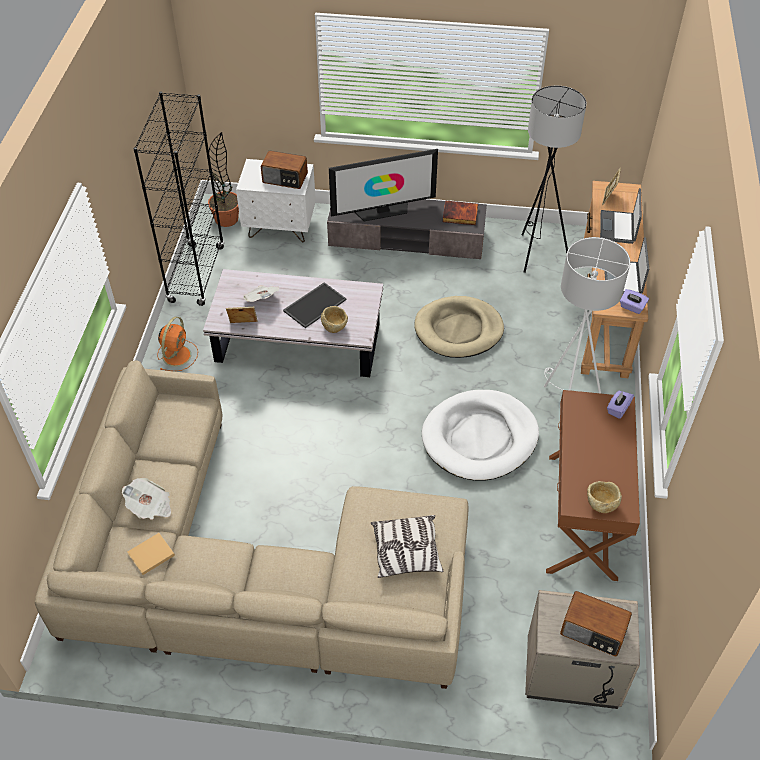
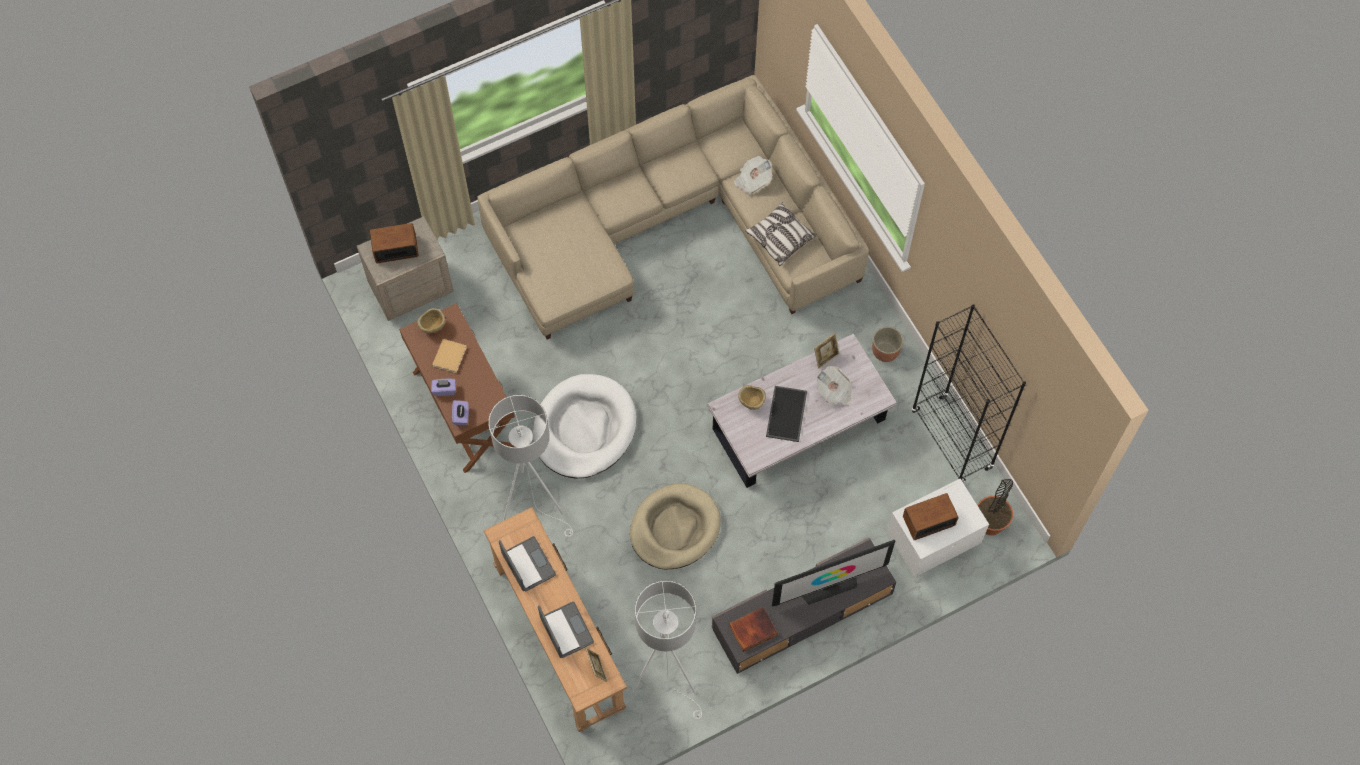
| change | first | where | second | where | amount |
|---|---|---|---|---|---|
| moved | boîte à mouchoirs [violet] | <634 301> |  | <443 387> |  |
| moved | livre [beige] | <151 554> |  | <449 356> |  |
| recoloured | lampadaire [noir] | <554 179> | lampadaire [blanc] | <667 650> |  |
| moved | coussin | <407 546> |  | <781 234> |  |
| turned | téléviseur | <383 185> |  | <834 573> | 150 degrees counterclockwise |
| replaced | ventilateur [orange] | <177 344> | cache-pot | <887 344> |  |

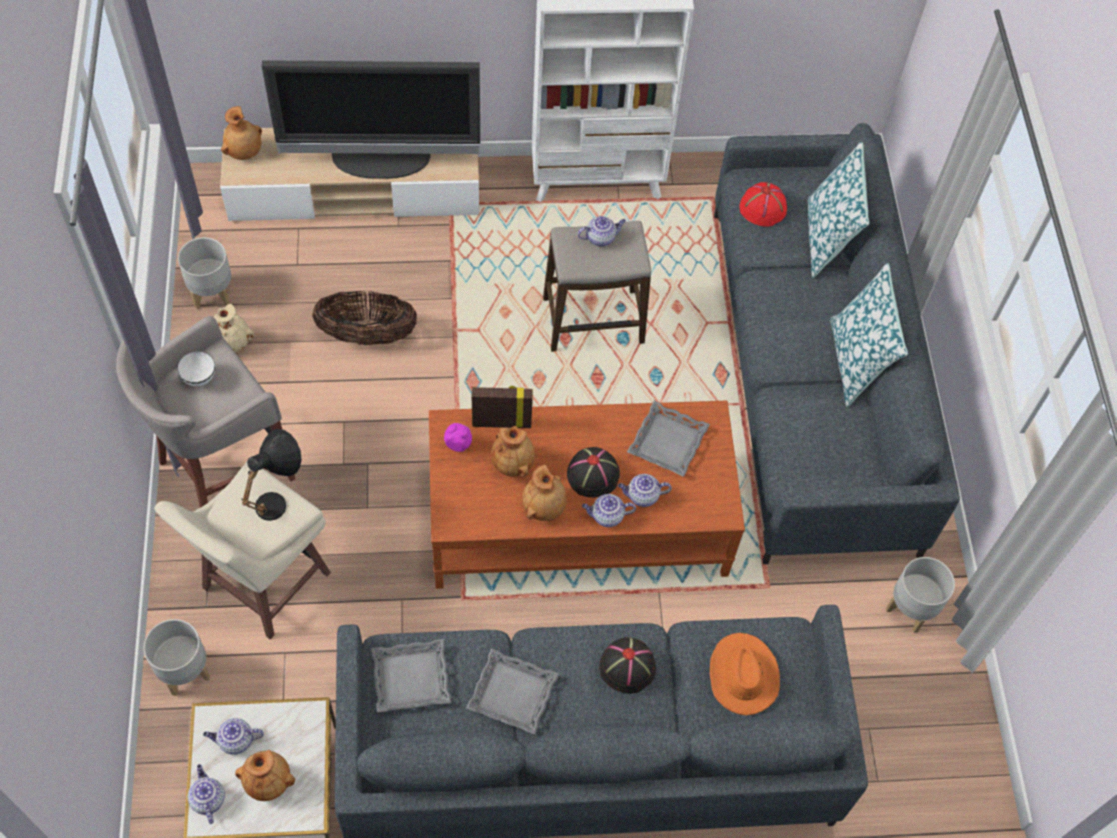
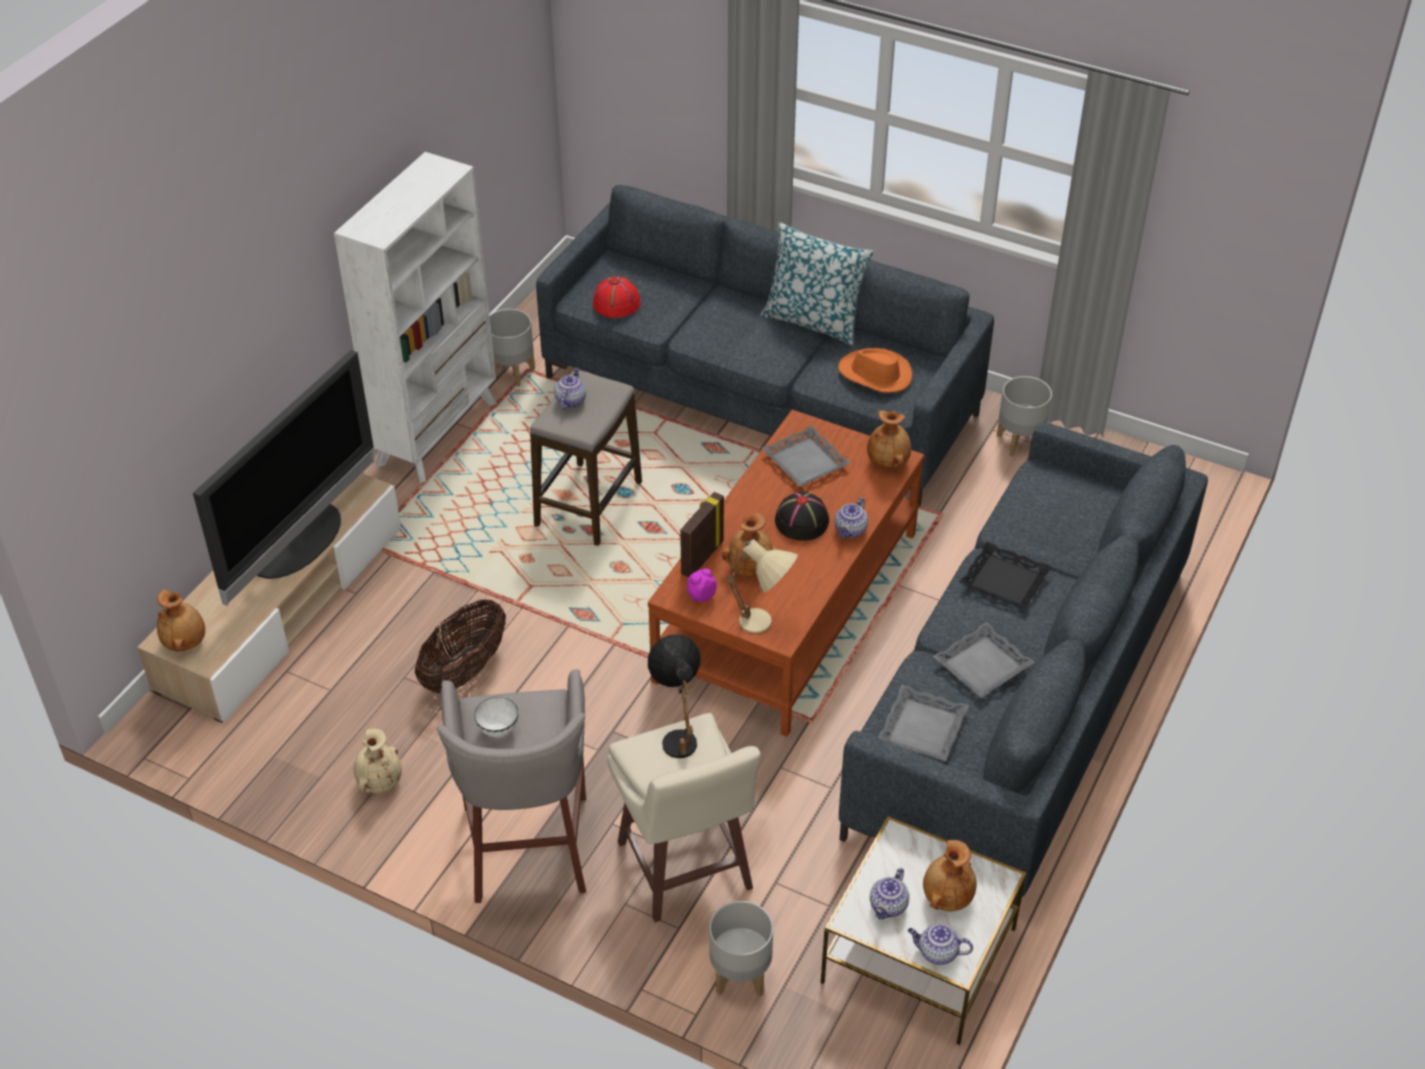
| change | first | where | second | where | amount |
|---|---|---|---|---|---|
| moved | cache-pot [gris] | <204 273> |  | <512 347> |  |
| added |  |  | lampe de table [beige] | <762 586> |  |
| moved | chapeau [orange] | <745 674> |  | <875 370> |  |
| moved | vase [marron] | <544 493> |  | <889 439> |  |
| replaced | chapeau [noir] | <627 665> | plateau [noir] | <1005 575> |  |
| removed | théière | <645 490> |  |  |  |
| removed | coussin | <838 210> |  |  |  |

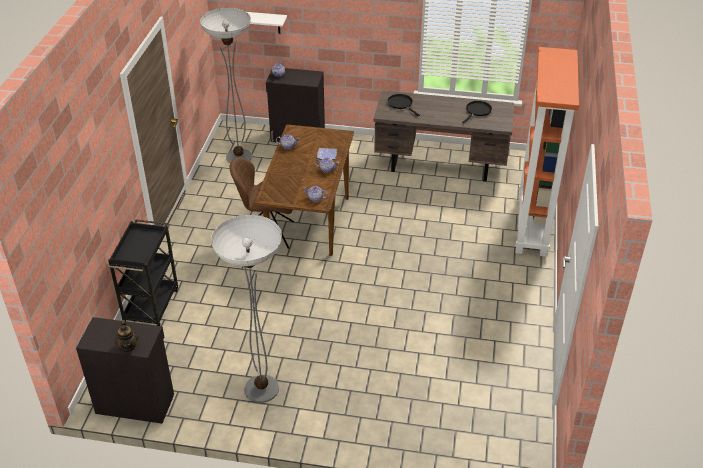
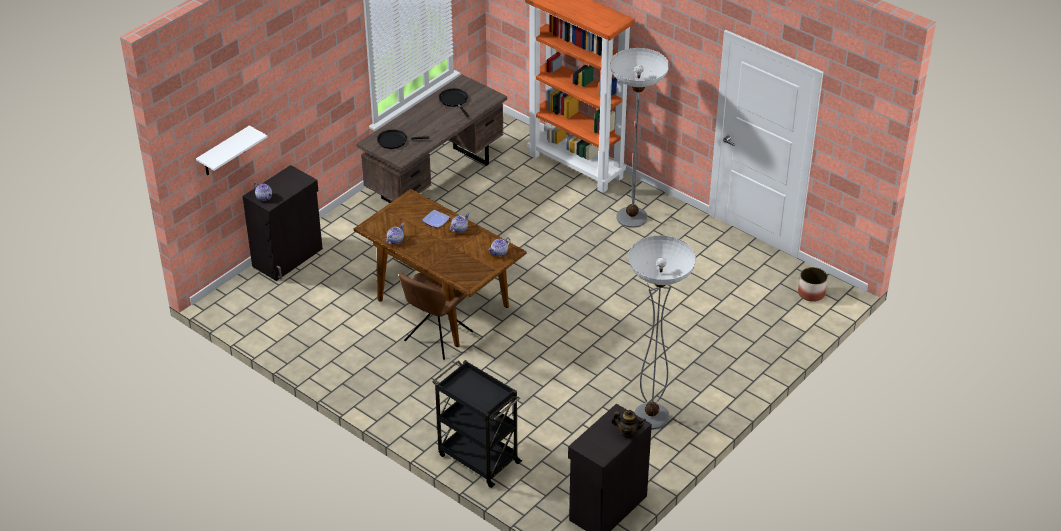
| change | first | where | second | where | amount |
|---|---|---|---|---|---|
| moved | lampadaire | <226 85> |  | <639 138> |  |
| added |  |  | cache-pot | <813 284> |  |

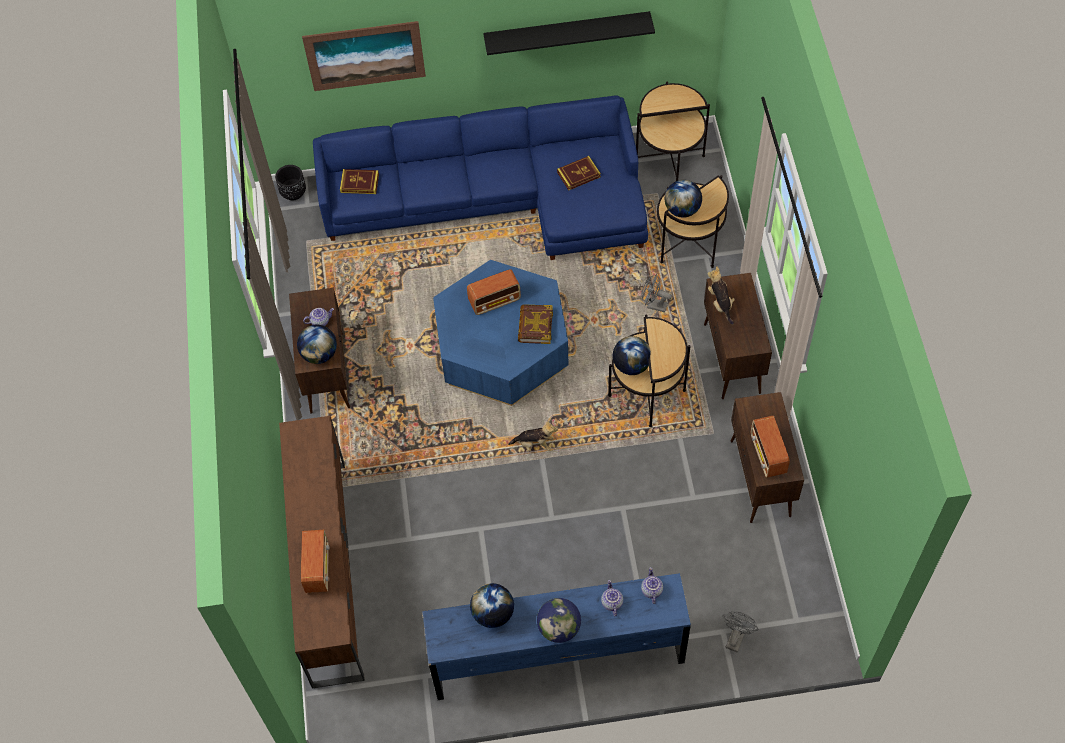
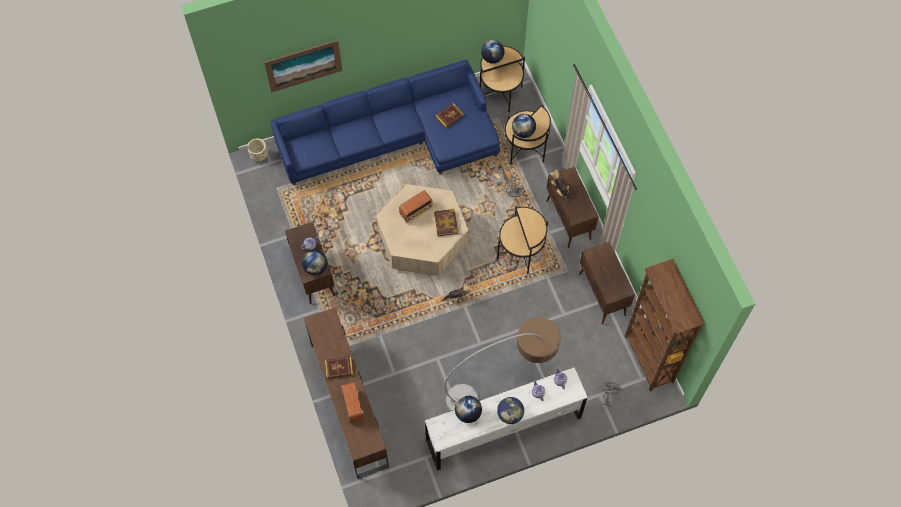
| change | first | where | second | where | amount |
|---|---|---|---|---|---|
| recoloured | cache-pot [noir] | <290 183> | cache-pot [beige] | <257 150> |  |
| moved | livre | <359 181> |  | <339 368> |  |
| recoloured | table basse [bleu] | <500 333> | table basse [beige] | <422 230> |  |
| recoloured | commode [bleu] | <556 636> | commode [blanc] | <506 419> |  |
| added |  |  | lampadaire | <503 364> |  |
| moved | globe | <632 355> |  | <493 52> |  |
| added |  |  | bibliothèque [marron] | <664 325> |  |
| removed | étagère [noir] | <569 33> |  |  |  |
| removed | radio | <770 447> |  |  |  |

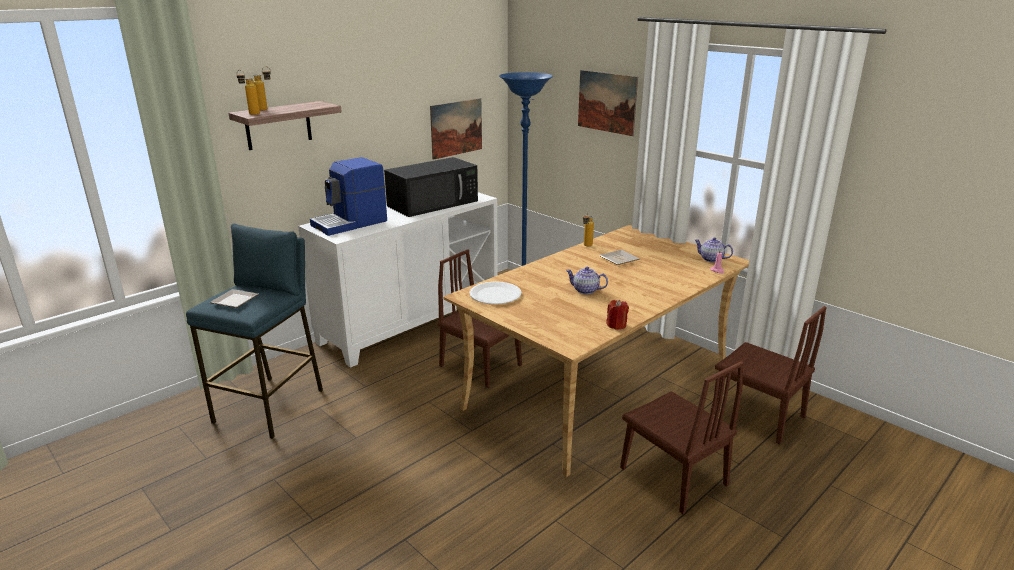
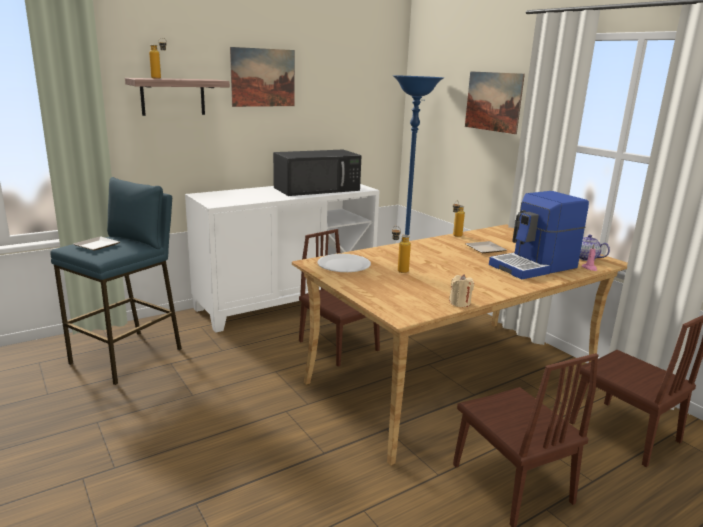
| change | first | where | second | where | amount |
|---|---|---|---|---|---|
| moved | tableau | <456 129> |  | <262 77> |  |
| moved | bouteille | <248 92> |  | <401 249> |  |
| recoloured | bougie [rouge] | <617 315> | bougie [beige] | <461 290> |  |
| moved | machine à café | <348 196> |  | <539 235> |  |
| removed | théière | <587 280> |  |  |  |

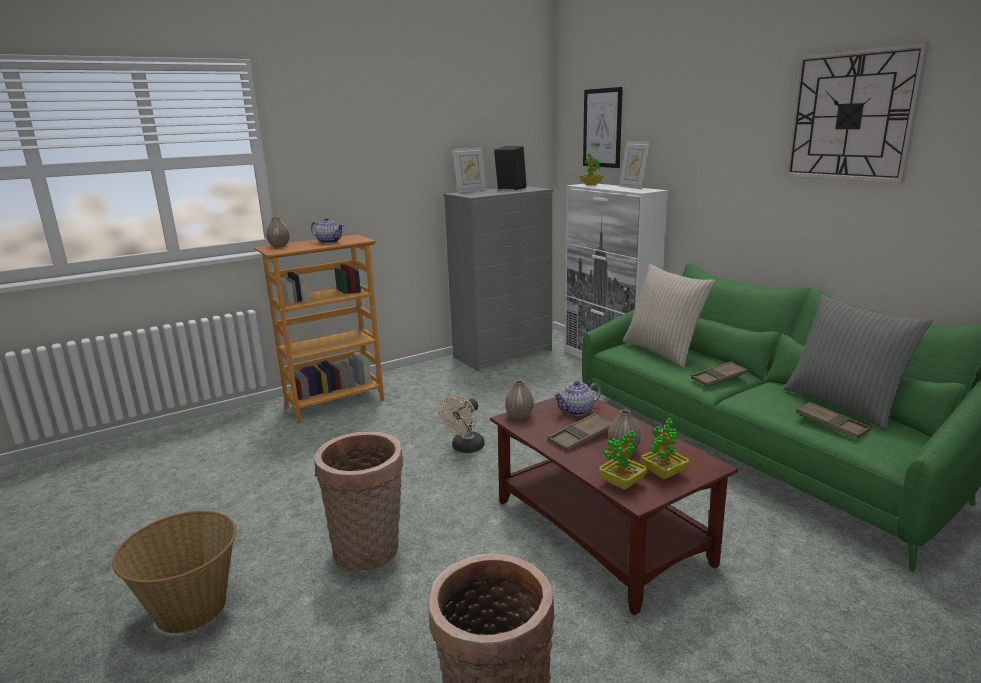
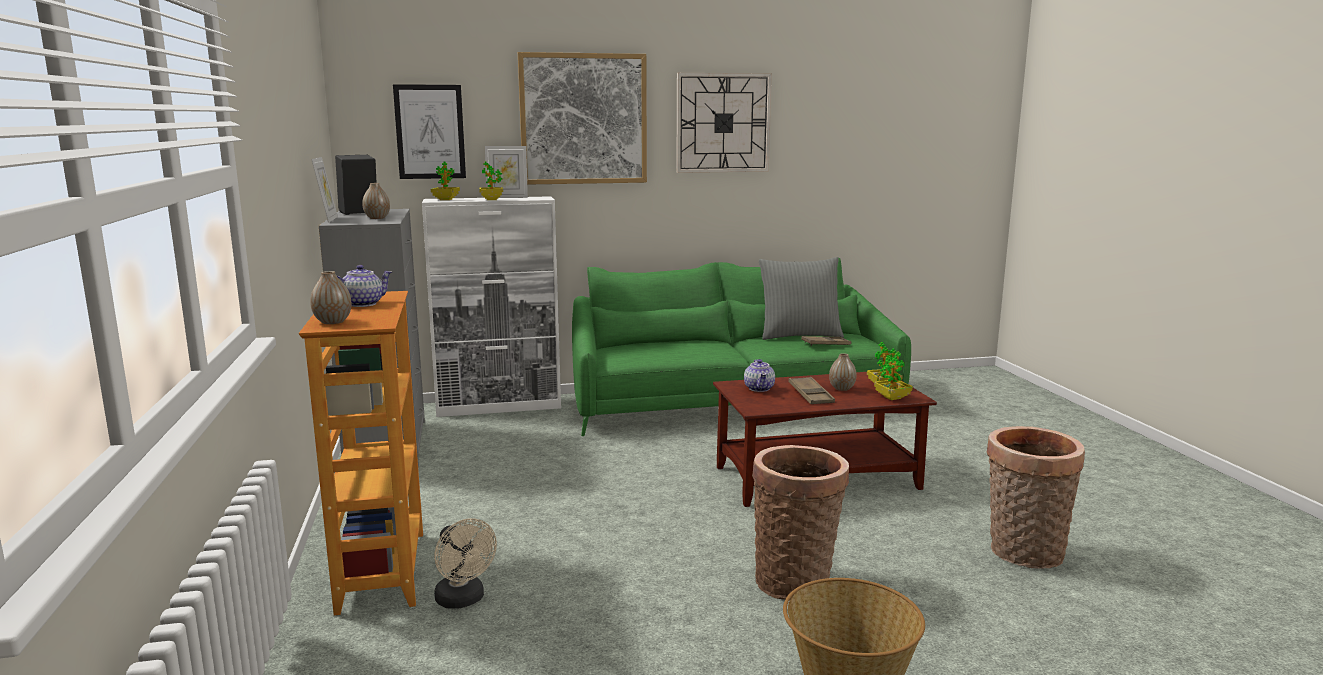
| change | first | where | second | where | amount |
|---|---|---|---|---|---|
| moved | vase | <519 400> |  | <376 201> |  |
| moved | ventilateur [beige] | <461 424> |  | <465 563> |  |
| added |  |  | plante en pot | <491 180> |  |
| added |  |  | tableau | <582 118> |  |
| removed | coussin [beige] | <669 316> |  |  |  |
| removed | plateau [marron] | <719 373> |  |  |  |

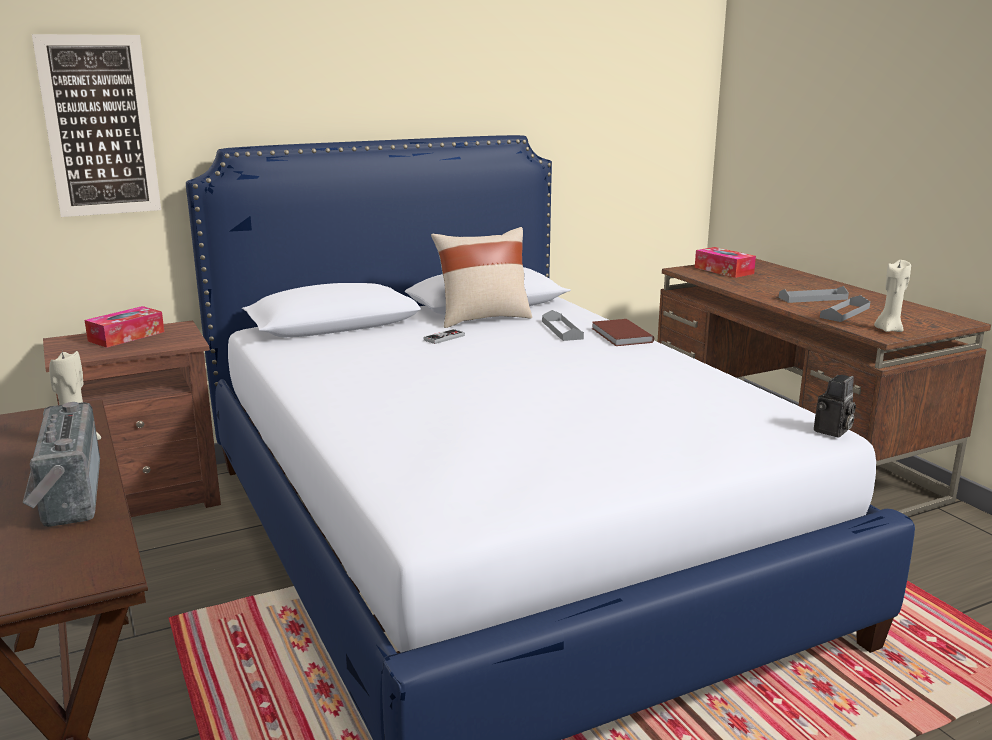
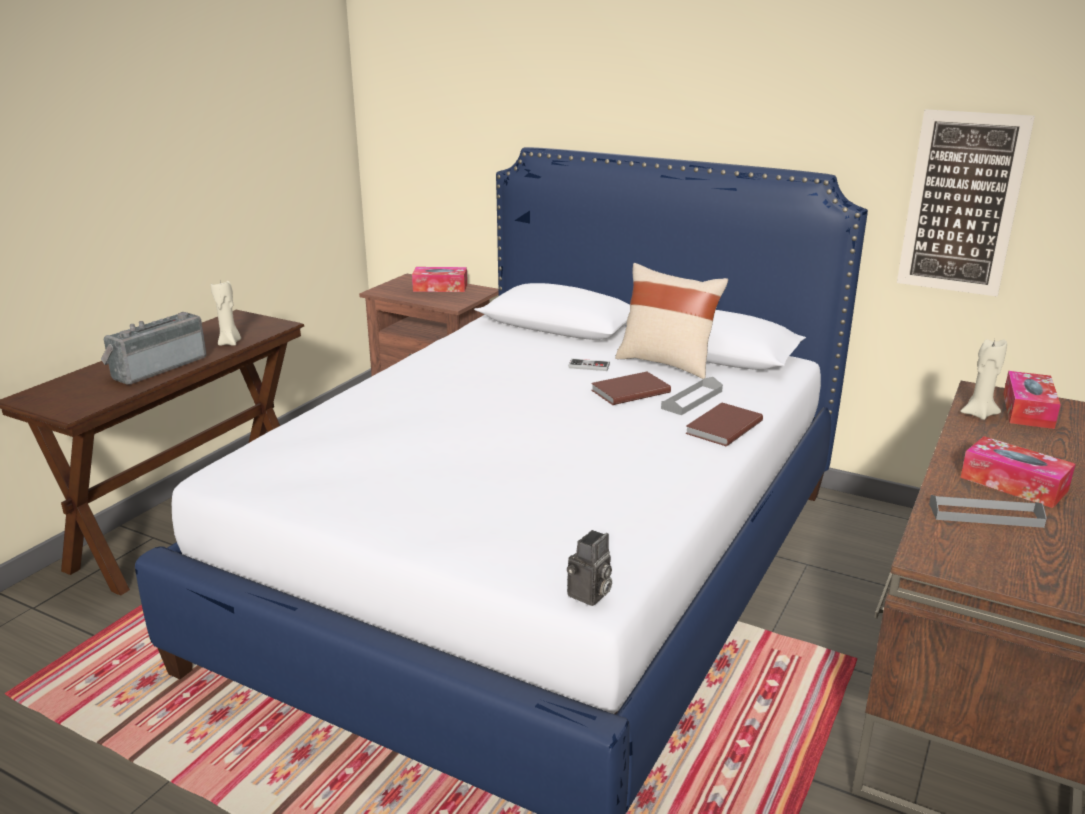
| change | first | where | second | where | amount |
|---|---|---|---|---|---|
| turned | appareil photo | <835 406> |  | <589 568> | 60 degrees counterclockwise |
| added |  |  | livre [marron] | <631 388> |  |
| moved | tableau | <96 125> |  | <966 203> |  |
| moved | bougie [beige] | <892 296> |  | <983 379> |  |
| replaced | plateau [gris] | <814 294> | boîte à mouchoirs | <1018 472> |  |

